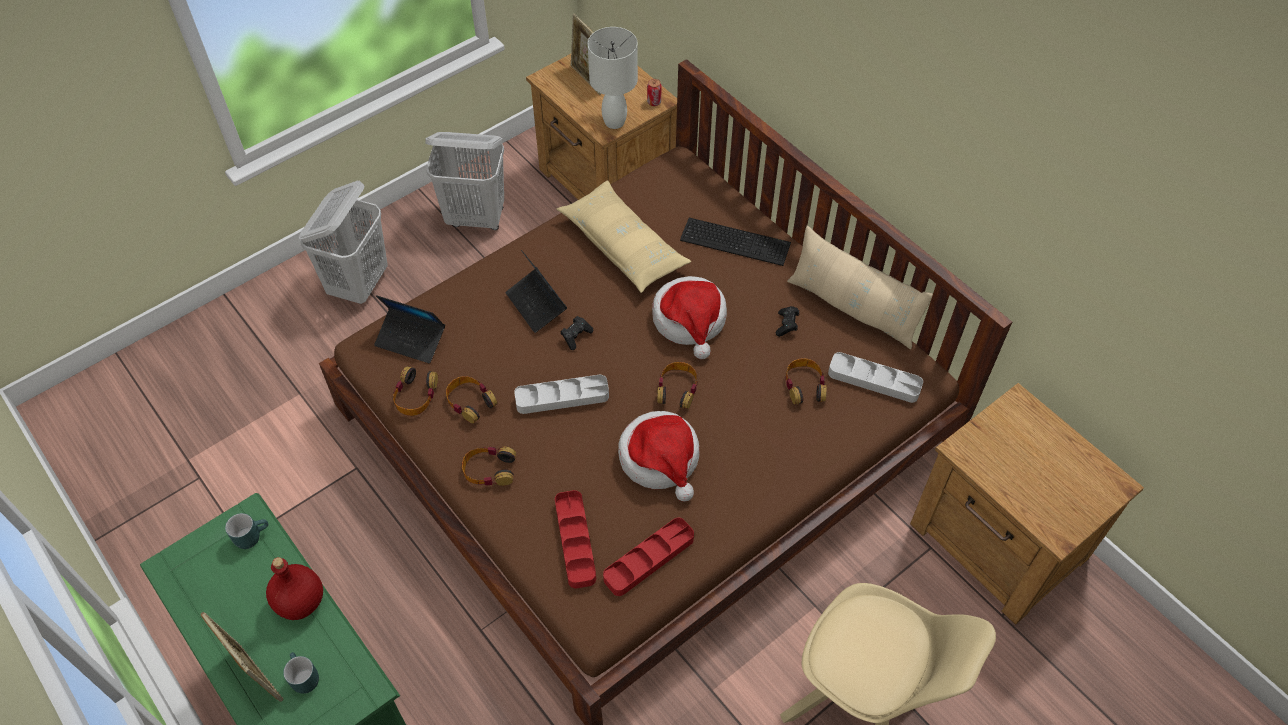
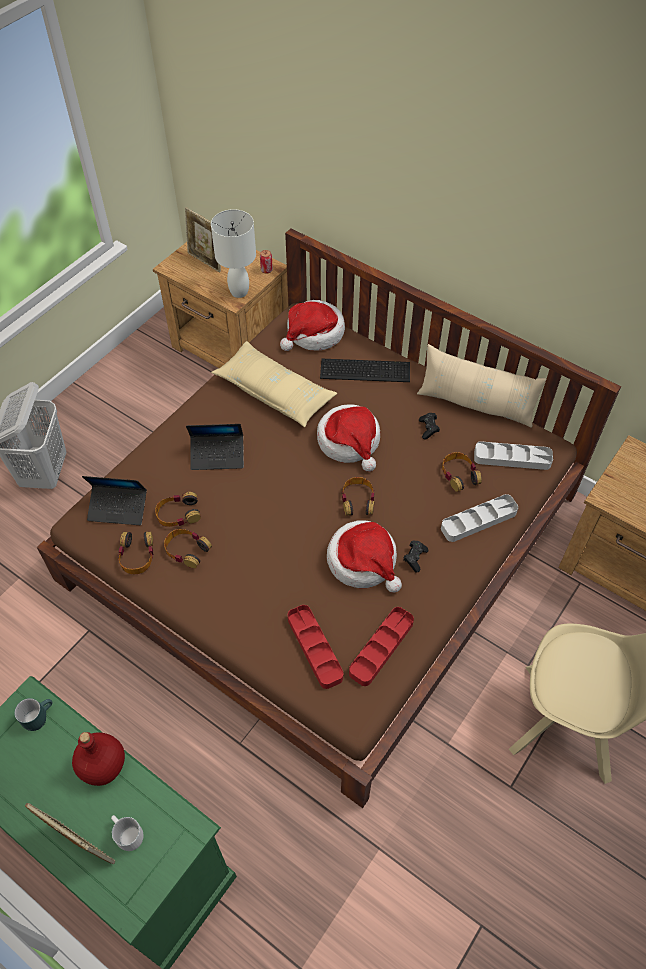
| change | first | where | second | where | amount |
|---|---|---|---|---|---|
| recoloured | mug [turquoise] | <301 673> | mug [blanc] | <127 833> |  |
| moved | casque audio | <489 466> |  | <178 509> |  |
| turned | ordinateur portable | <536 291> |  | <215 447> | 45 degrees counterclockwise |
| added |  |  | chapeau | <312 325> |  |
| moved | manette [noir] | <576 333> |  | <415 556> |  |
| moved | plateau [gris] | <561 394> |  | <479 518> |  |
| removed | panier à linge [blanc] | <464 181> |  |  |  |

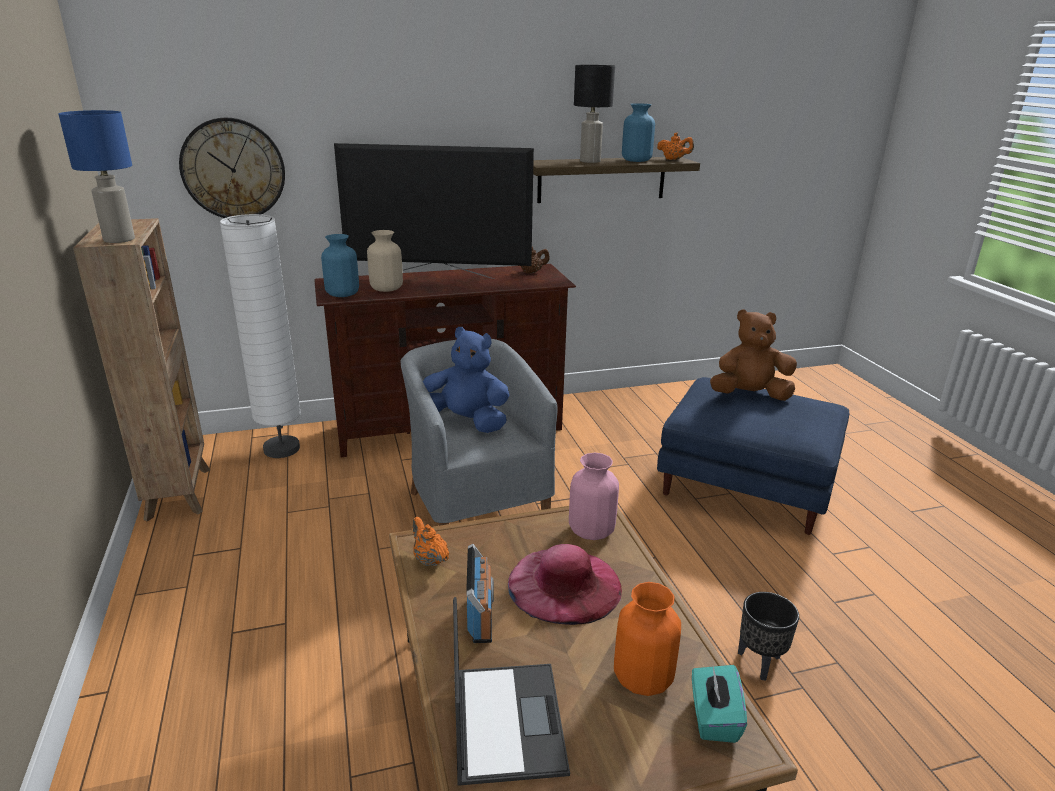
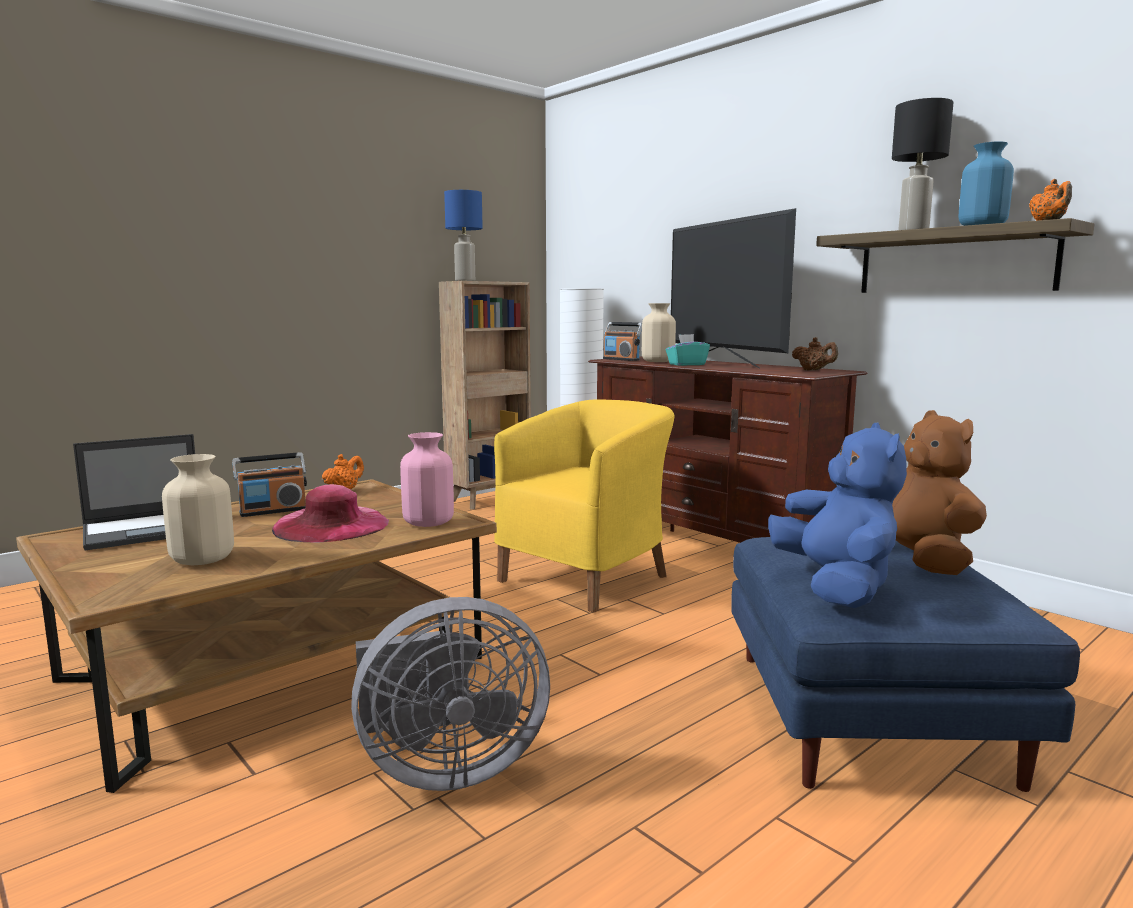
| change | first | where | second | where | amount |
|---|---|---|---|---|---|
| recoloured | vase [orange] | <647 639> | vase [beige] | <198 509> |  |
| replaced | cache-pot [noir] | <768 636> | ventilateur [gris] | <450 694> |  |
| recoloured | fauteuil [gris] | <479 432> | fauteuil [jaune] | <584 506> |  |
| replaced | vase [bleu] | <340 265> | radio | <622 341> |  |
| moved | boîte à mouchoirs [turquoise] | <719 704> |  | <688 350> |  |
| moved | peluche [bleu] | <466 380> |  | <837 515> |  |
| removed | horloge murale | <232 168> |  |  |  |

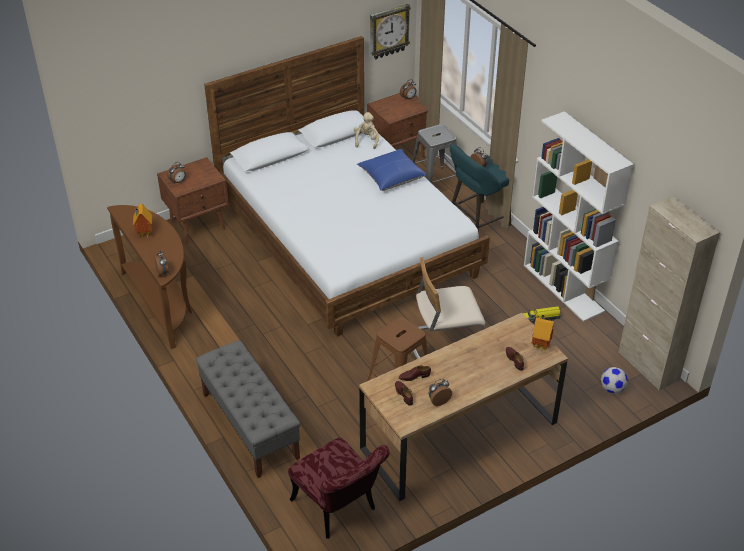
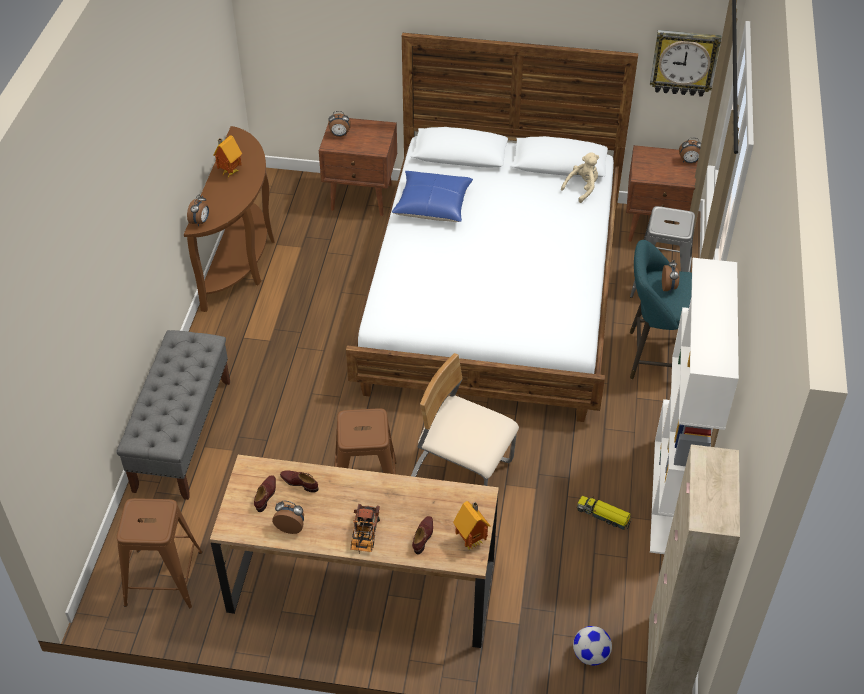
| change | first | where | second | where | amount |
|---|---|---|---|---|---|
| replaced | chaise [rouge] | <338 488> | tabouret [marron] | <159 553> |  |
| added |  |  | camion jouet | <365 529> |  |
| moved | coussin [bleu] | <392 170> |  | <432 196> |  |

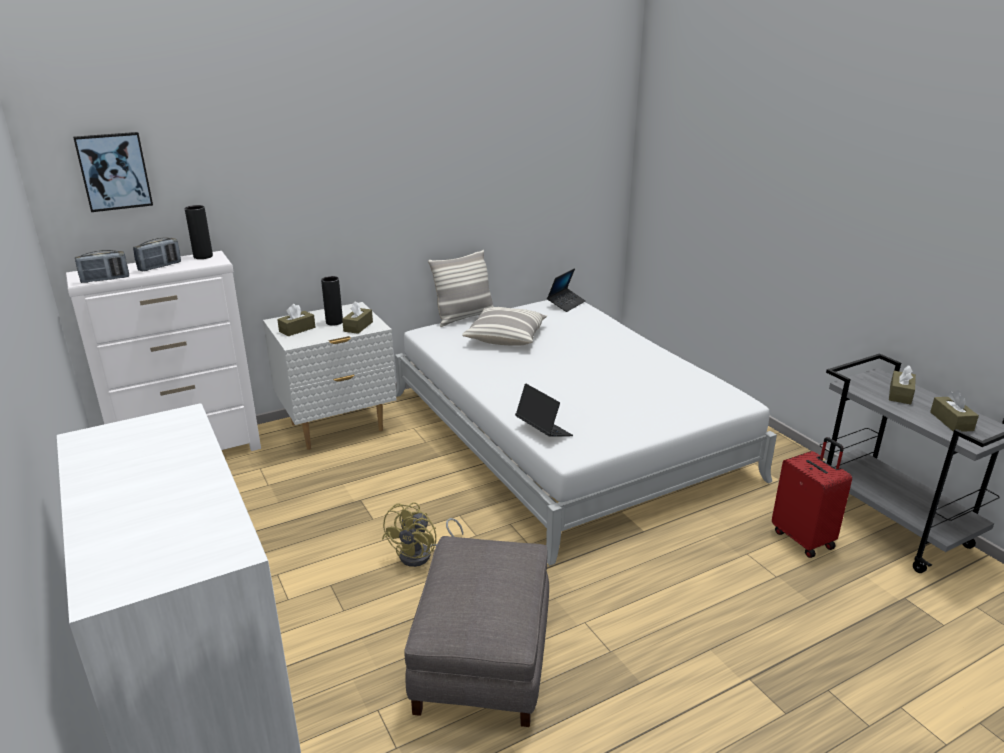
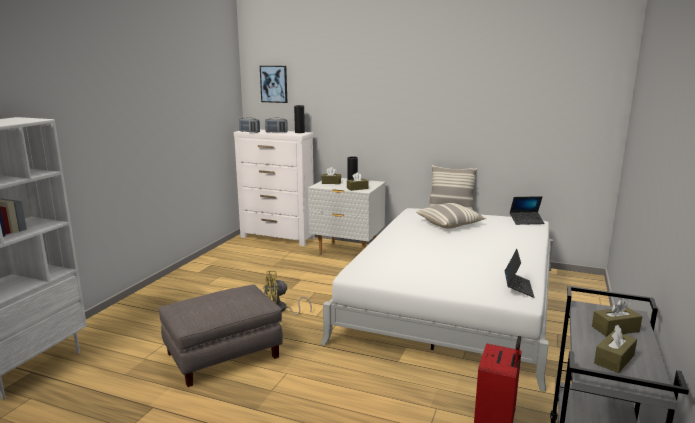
| change | first | where | second | where | amount |
|---|---|---|---|---|---|
| moved | ordinateur portable | <544 409> |  | <519 273> |  |

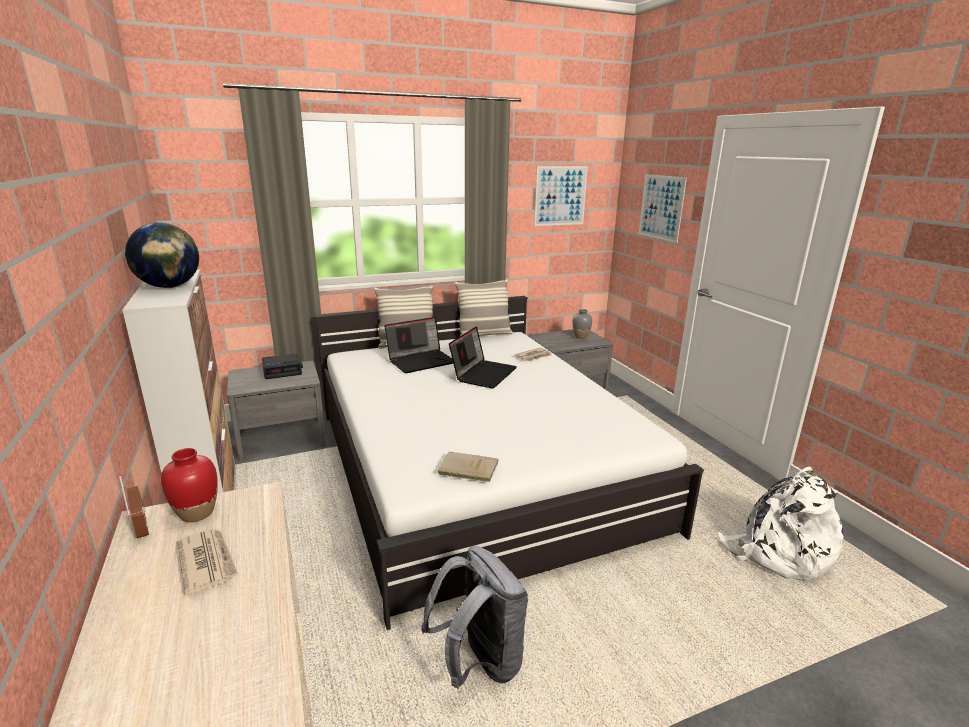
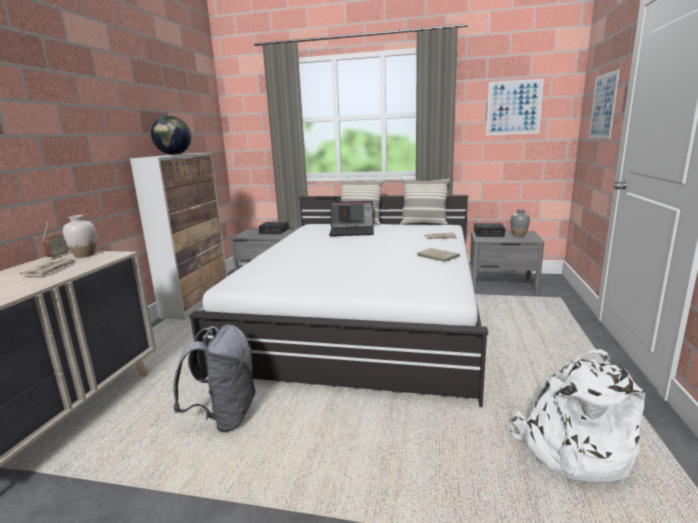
| change | first | where | second | where | amount |
|---|---|---|---|---|---|
| recoloured | vase [rouge] | <189 485> | vase [blanc] | <80 236> |  |
| moved | livre [beige] | <468 466> |  | <438 255> |  |
| added |  |  | réveil | <490 230> |  |
| removed | ordinateur portable | <483 357> |  |  |  |

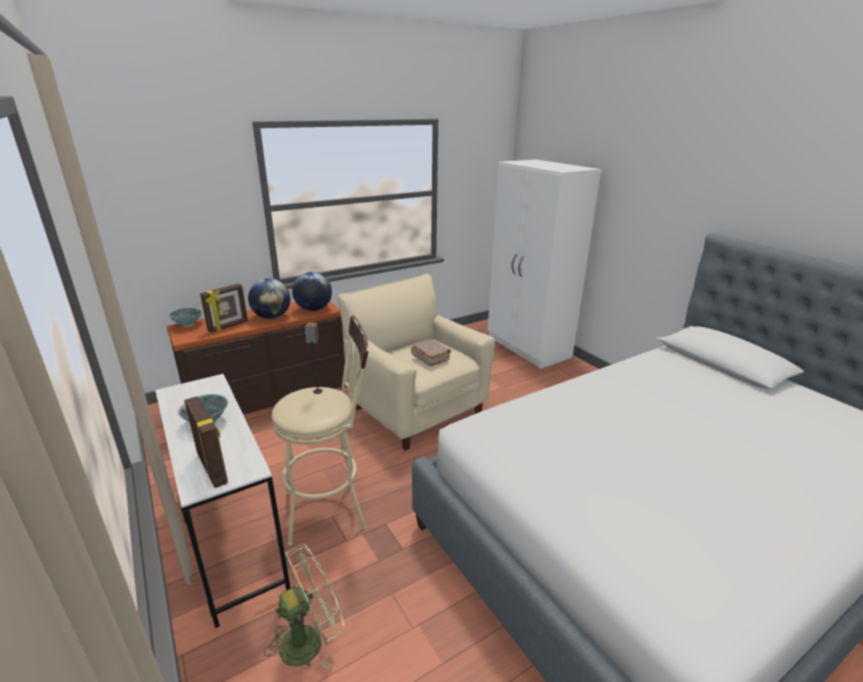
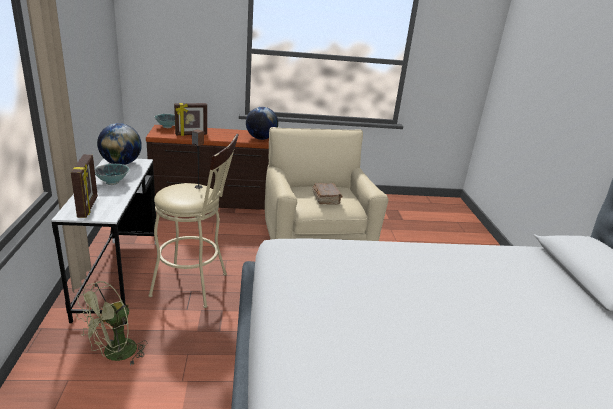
| change | first | where | second | where | amount |
|---|---|---|---|---|---|
| turned | ventilateur [vert] | <304 607> |  | <111 322> | 135 degrees clockwise |
| moved | globe | <269 298> |  | <119 144> |  |
| removed | armoire [blanc] | <544 264> |  |  |  |

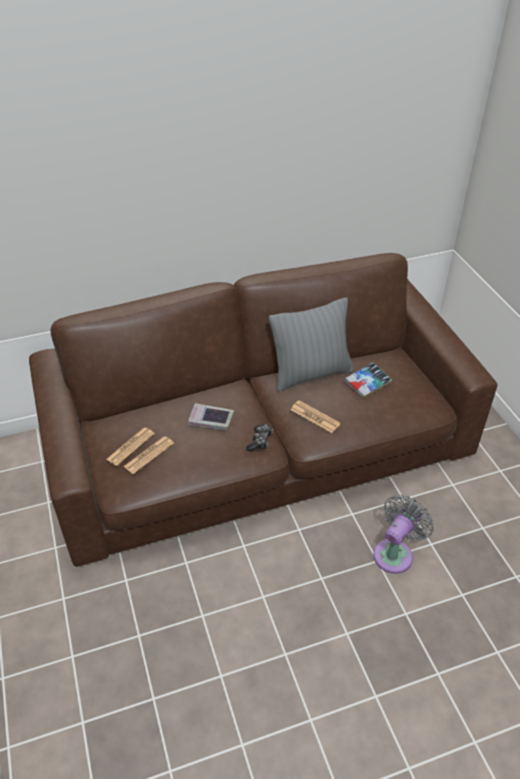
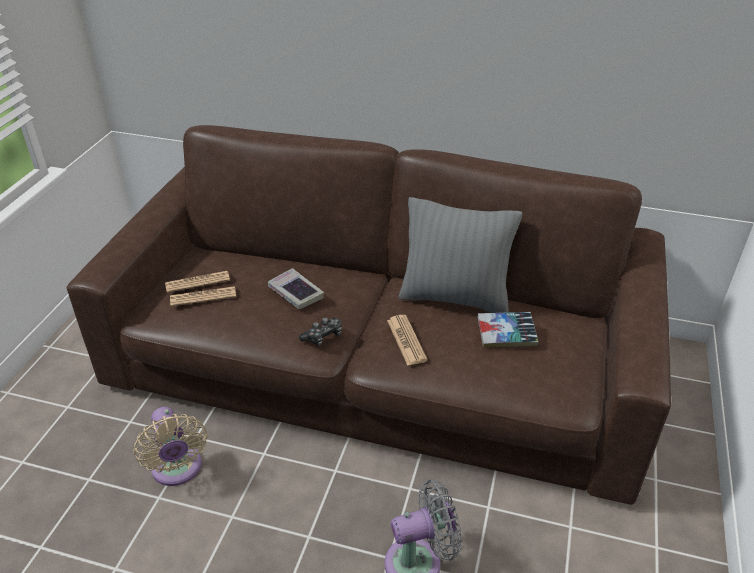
| change | first | where | second | where | amount |
|---|---|---|---|---|---|
| added |  |  | ventilateur [beige] | <170 446> |  |

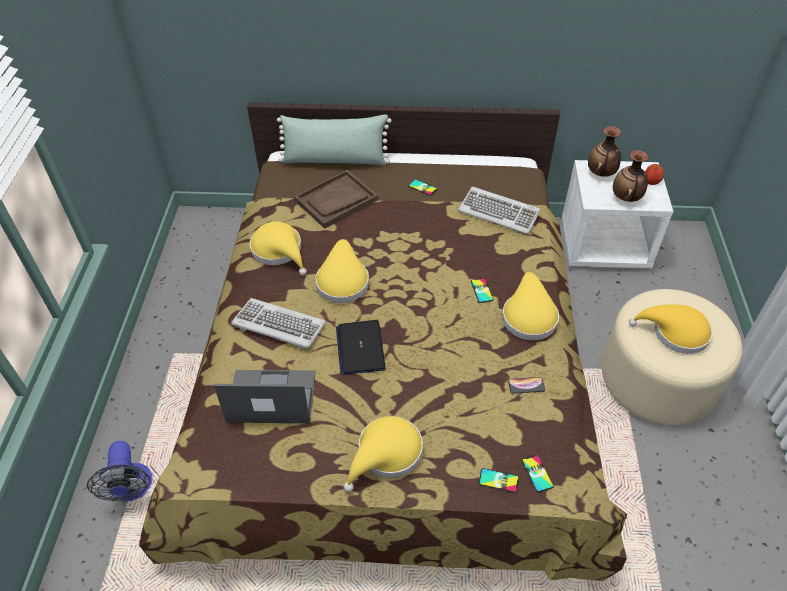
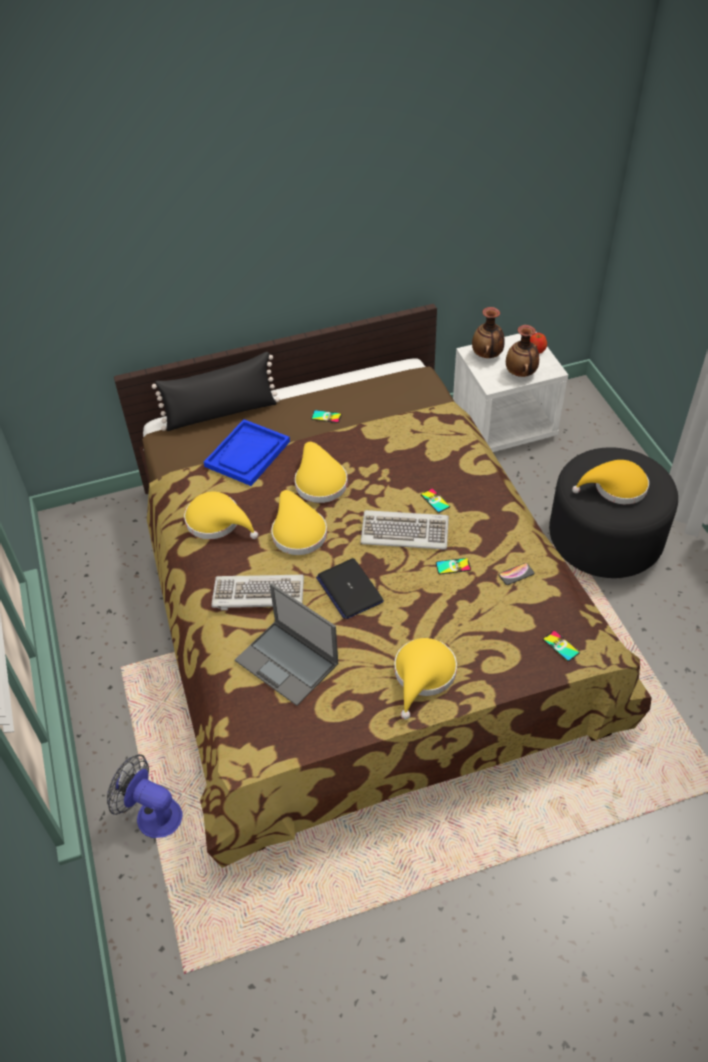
| change | first | where | second | where | amount |
|---|---|---|---|---|---|
| turned | ventilateur | <120 471> |  | <145 796> | 150 degrees clockwise |
| recoloured | coussin [vert] | <334 140> | coussin [noir] | <216 391> |  |
| recoloured | plateau [marron] | <336 199> | plateau [bleu] | <247 452> |  |
| turned | ordinateur portable | <264 396> |  | <287 644> | 120 degrees counterclockwise |
| moved | chapeau [jaune] | <530 306> |  | <321 472> |  |
| moved | clavier | <499 210> |  | <405 530> |  |
| moved | téléphone | <499 480> |  | <453 566> |  |
| recoloured | pouf [beige] | <672 357> | pouf [noir] | <613 512> |  |

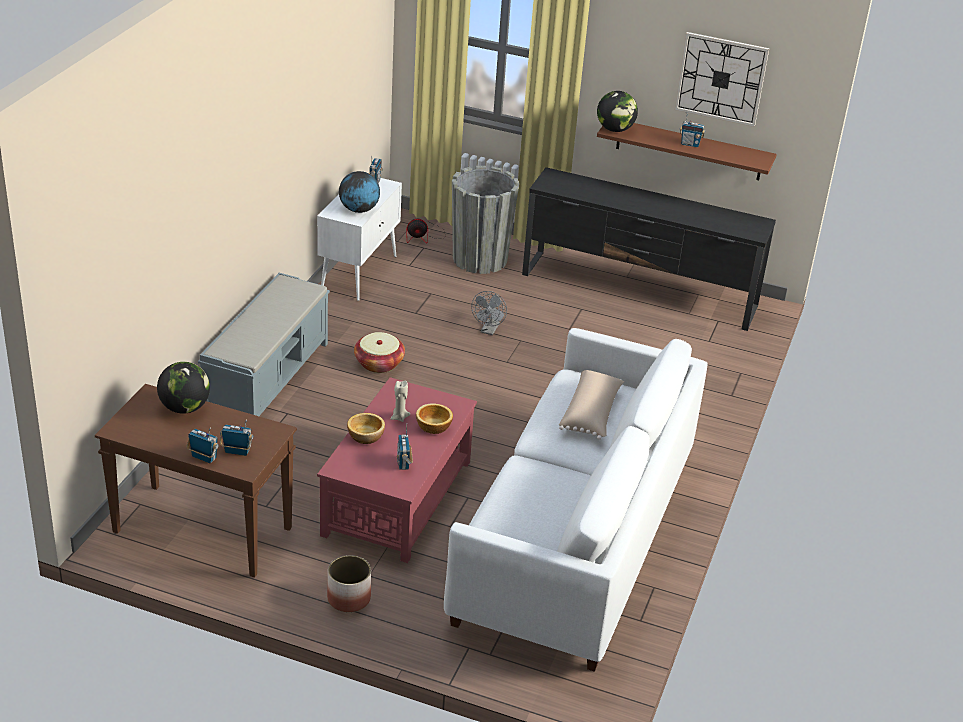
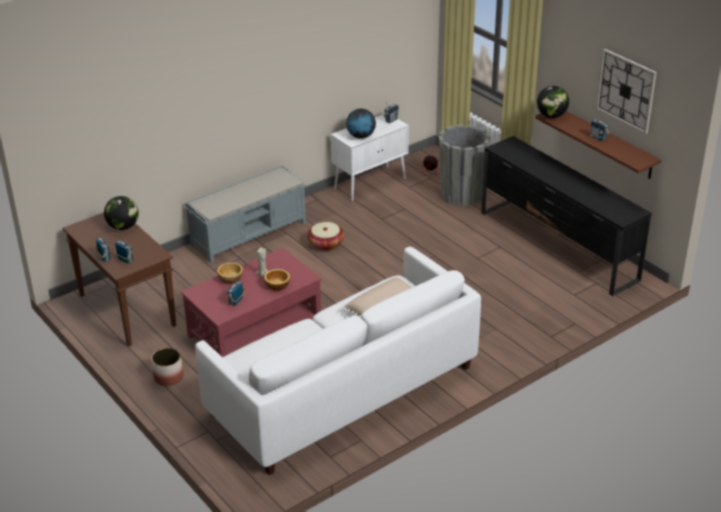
| change | first | where | second | where | amount |
|---|---|---|---|---|---|
| removed | ventilateur [gris] | <489 313> |  |  |  |

